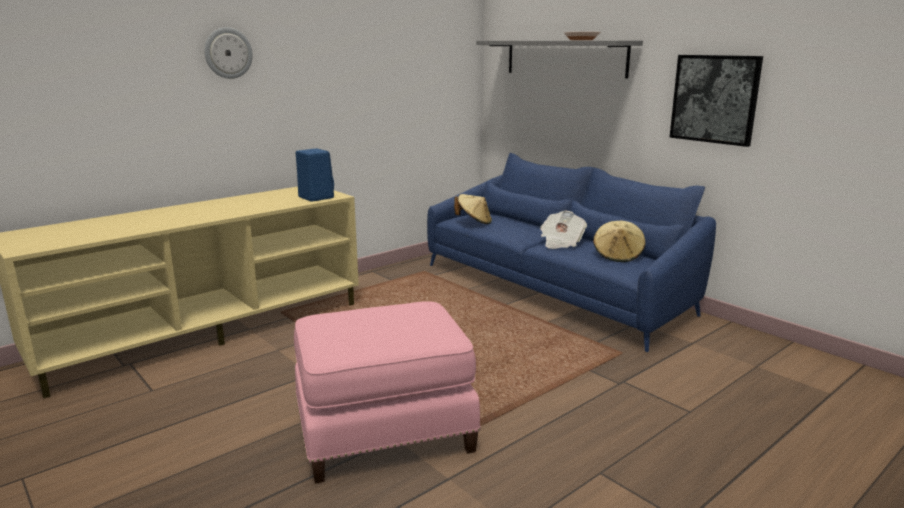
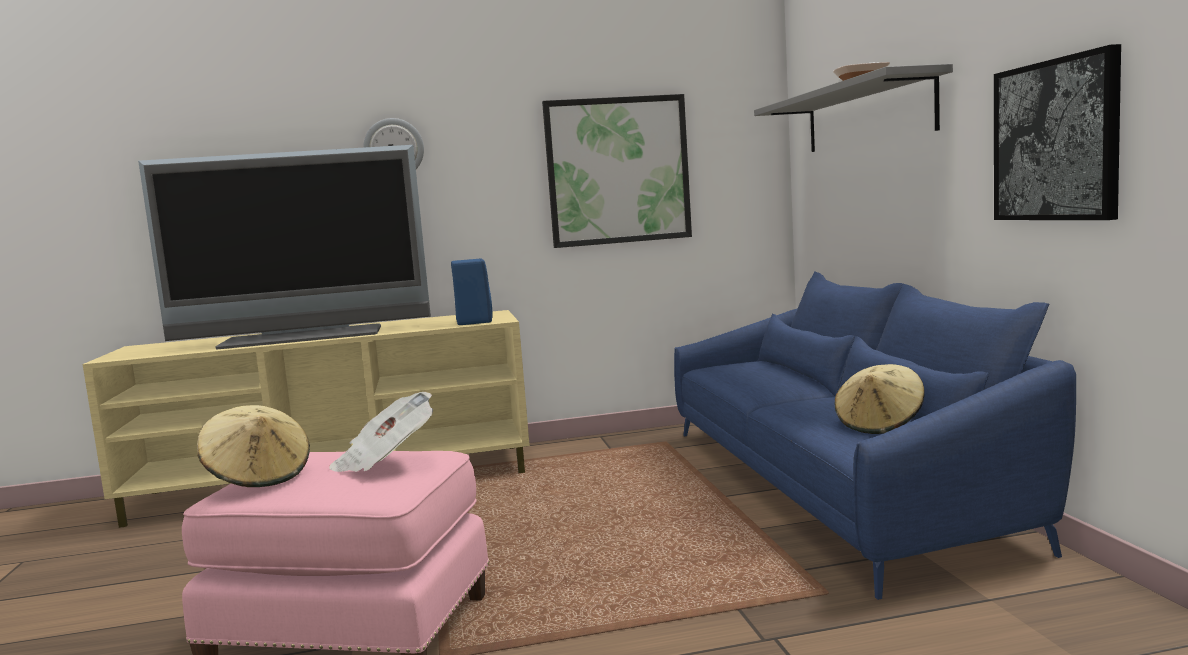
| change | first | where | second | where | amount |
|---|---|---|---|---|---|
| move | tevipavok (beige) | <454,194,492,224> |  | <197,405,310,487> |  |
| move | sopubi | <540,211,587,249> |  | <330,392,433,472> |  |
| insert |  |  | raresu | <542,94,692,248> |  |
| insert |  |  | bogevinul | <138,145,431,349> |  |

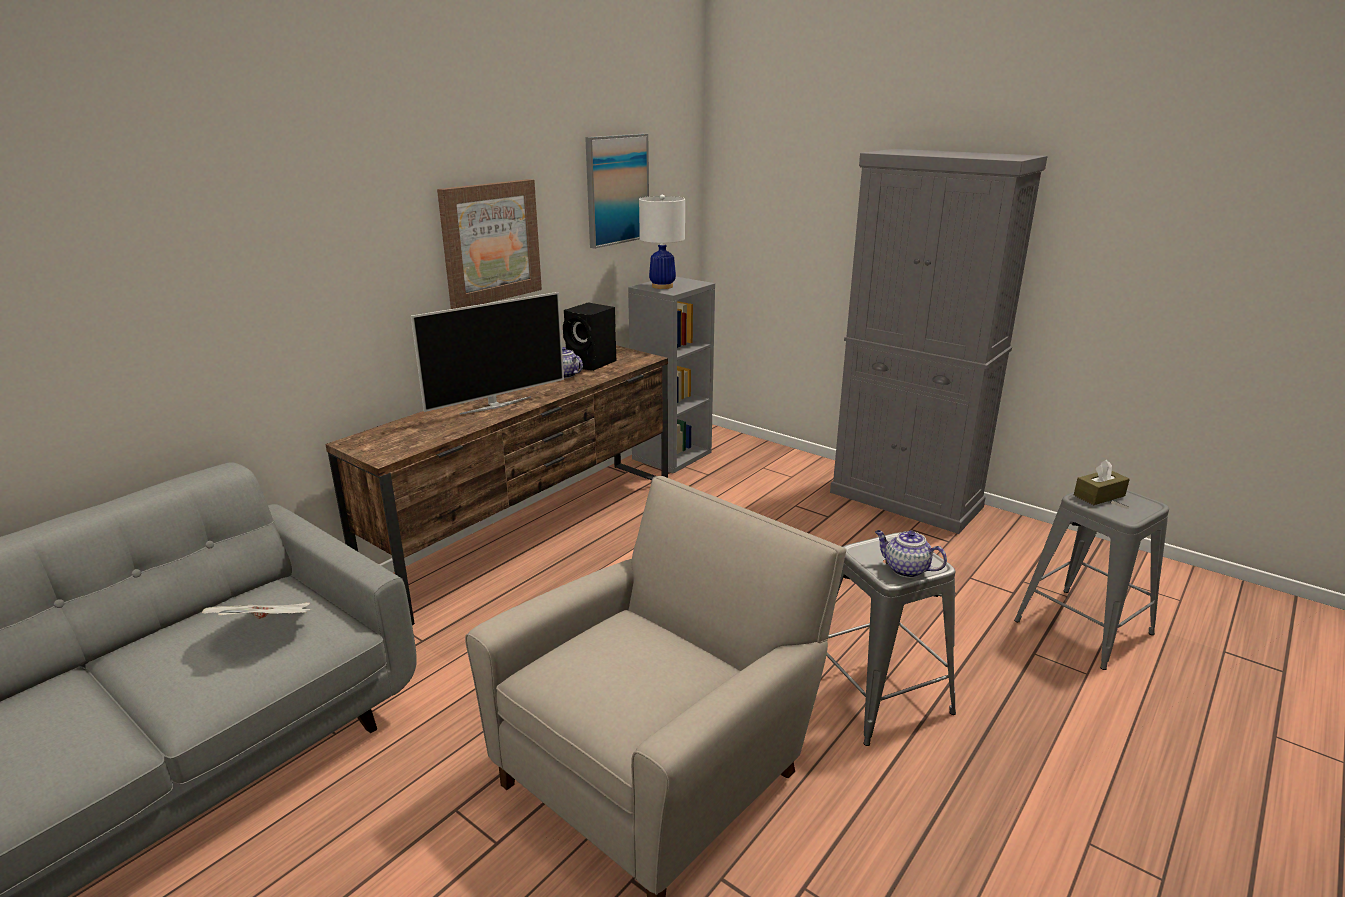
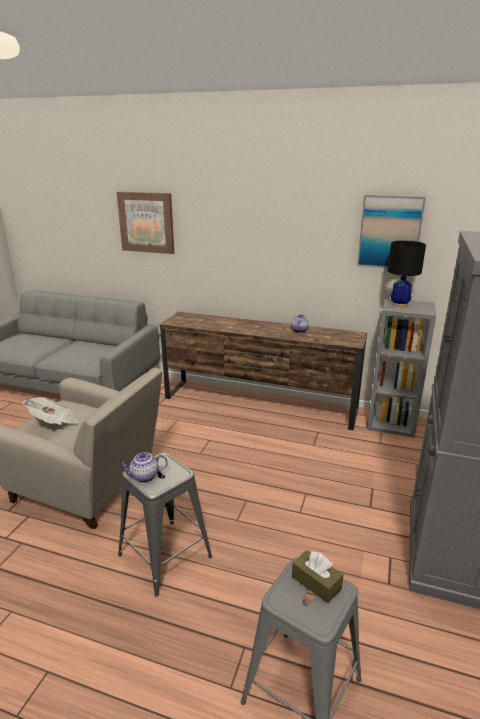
| change | first | where | second | where | amount |
|---|---|---|---|---|---|
| move | raresu | <437,179,542,309> |  | <117,192,174,254> |  |
| recolor | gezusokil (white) | <639,195,685,289> | gezusokil (black) | <388,241,426,307> |  |
| delete | bogevinul | <411,292,564,415> |  |  |  |
| delete | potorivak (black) | <563,302,616,371> |  |  |  |
| rotate | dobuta | <875,530,947,578> |  | <119,452,168,483> | 120 degrees counterclockwise |
| move | sopubi | <202,603,311,619> |  | <23,397,78,425> |  |

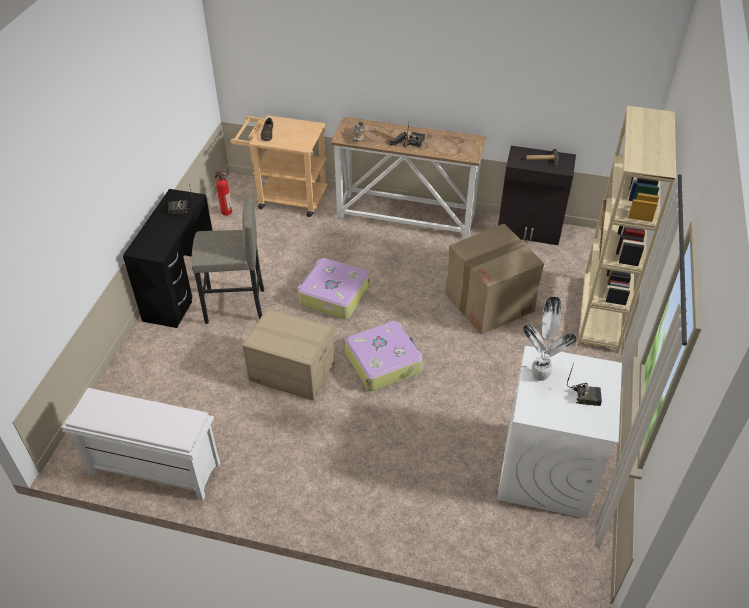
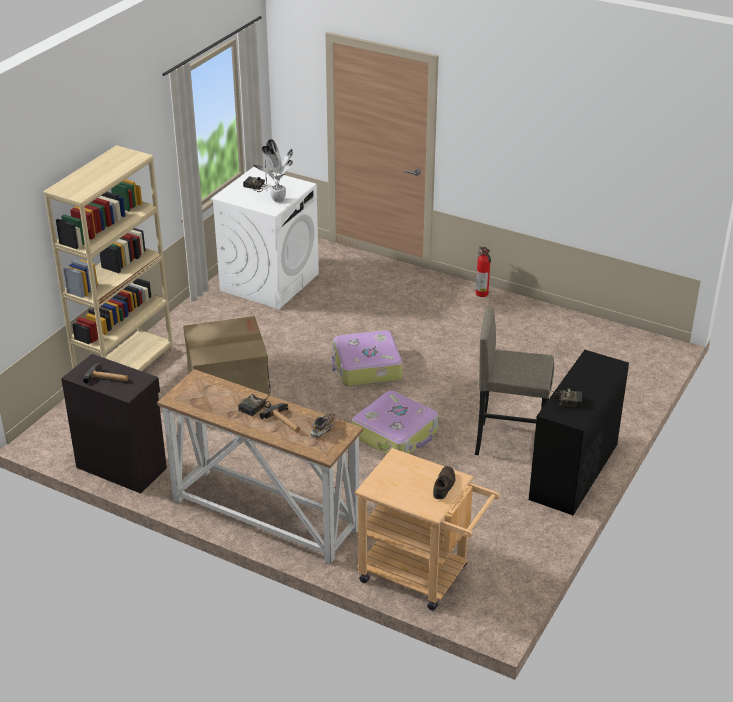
| change | first | where | second | where | amount |
|---|---|---|---|---|---|
| move | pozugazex | <215,170,232,216> |  | <476,247,491,297> |  |
| delete | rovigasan | <242,308,335,401> |  |  |  |
| delete | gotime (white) | <61,388,220,501> |  |  |  |

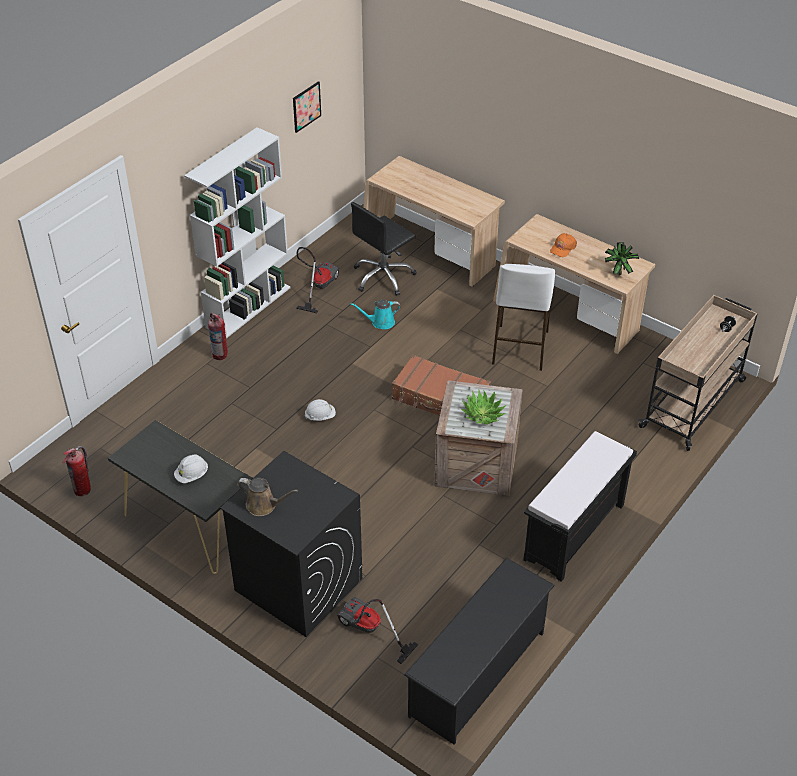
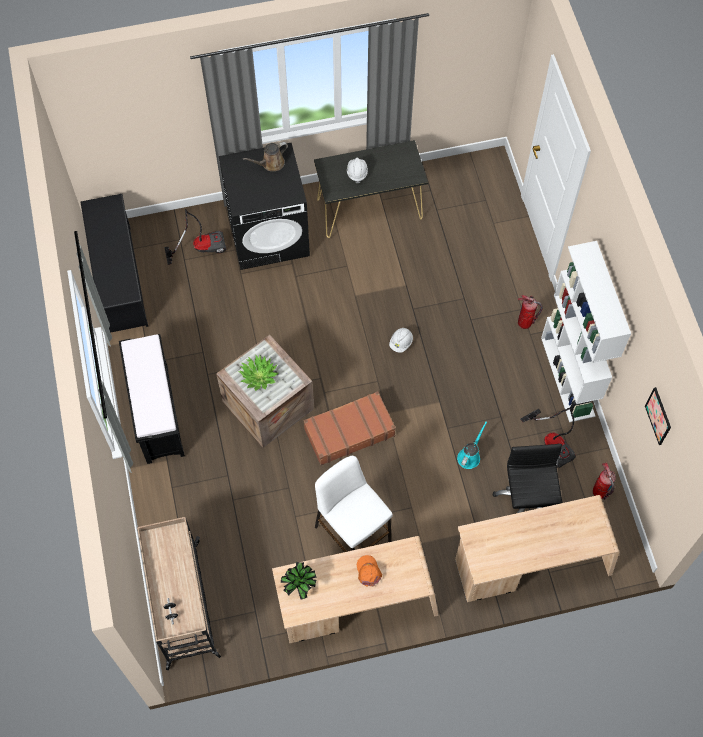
| change | first | where | second | where | amount |
|---|---|---|---|---|---|
| move | pozugazex | <63,446,91,496> |  | <593,463,616,500> |  |

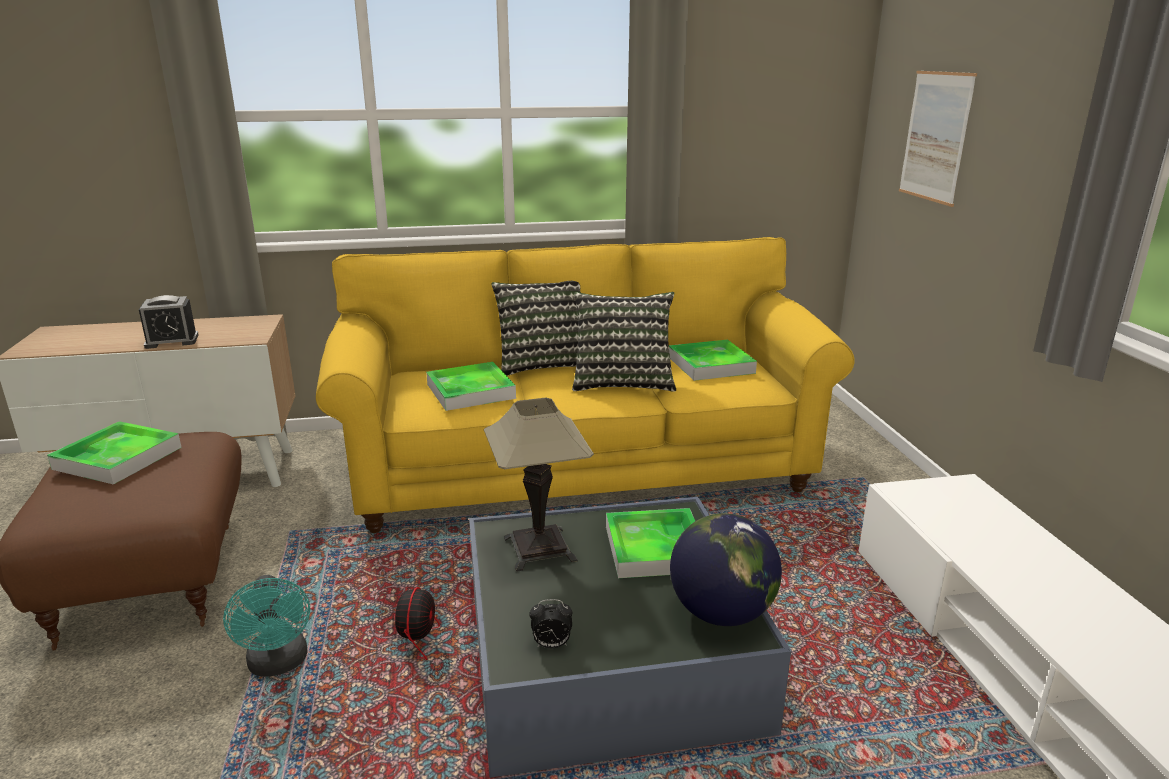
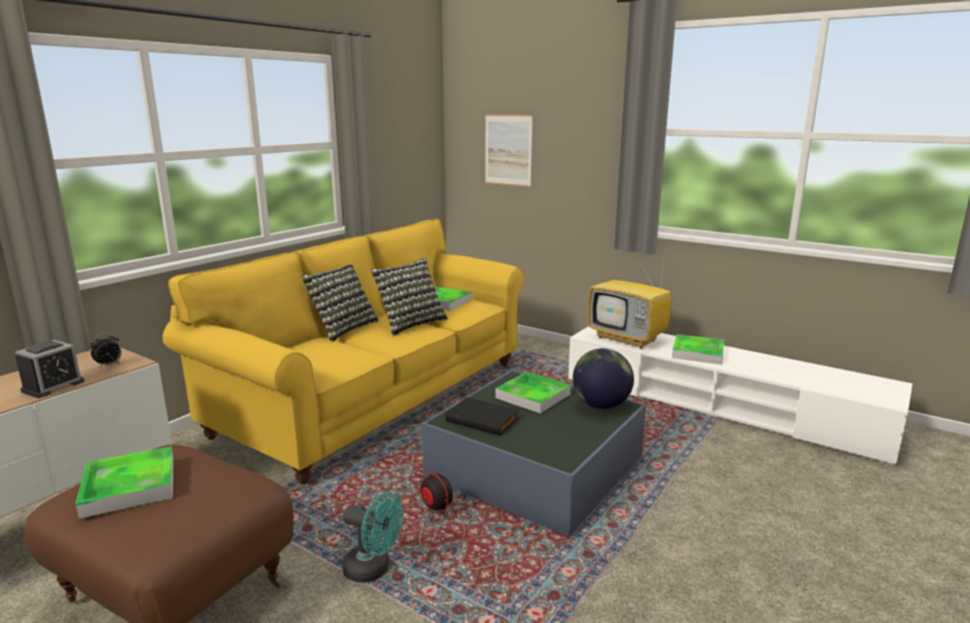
| change | first | where | second | where | amount |
|---|---|---|---|---|---|
| move | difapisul | <426,362,516,411> |  | <672,334,724,365> |  |
| replace | gezusokil | <484,398,594,572> | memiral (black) | <445,397,519,436> |  |
| move | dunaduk | <529,599,572,648> |  | <90,332,121,368> |  |
| insert |  |  | bogevinul | <588,257,671,349> |  |

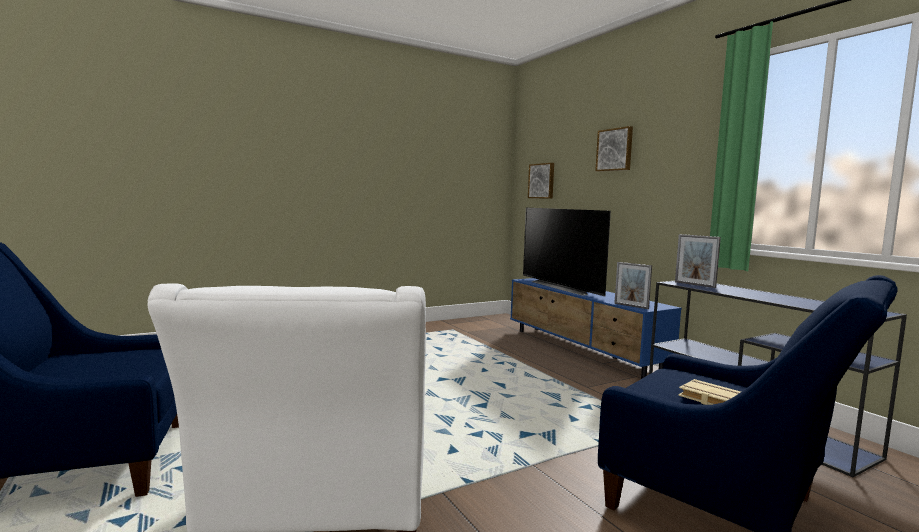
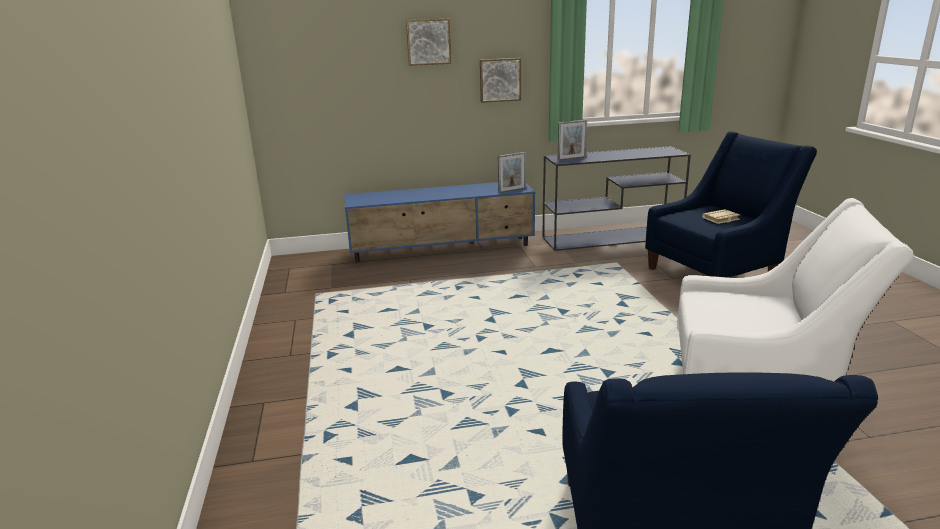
| change | first | where | second | where | amount |
|---|---|---|---|---|---|
| move | raresu | <528,163,554,199> |  | <480,58,521,103> |  |
| delete | bogevinul | <523,208,611,296> |  |  |  |

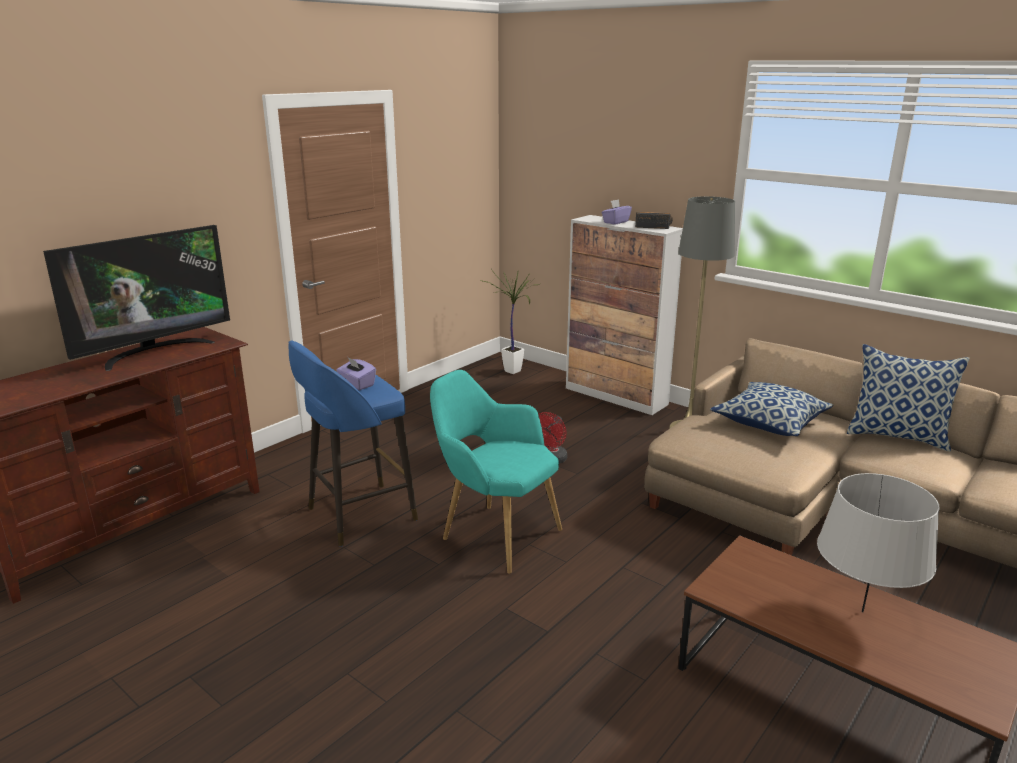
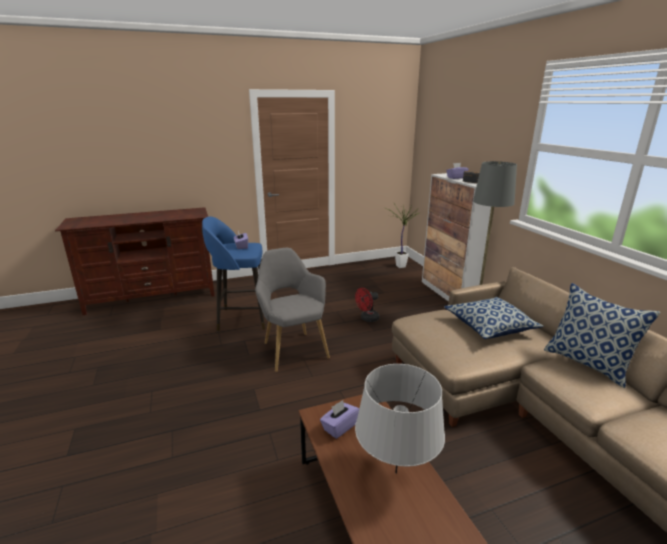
| change | first | where | second | where | amount |
|---|---|---|---|---|---|
| delete | bogevinul | <43,225,230,371> |  |  |  |
| recolor | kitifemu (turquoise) | <430,370,562,574> | kitifemu (grey) | <255,248,330,372> |  |
| insert |  |  | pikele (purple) | <320,400,359,439> |  |

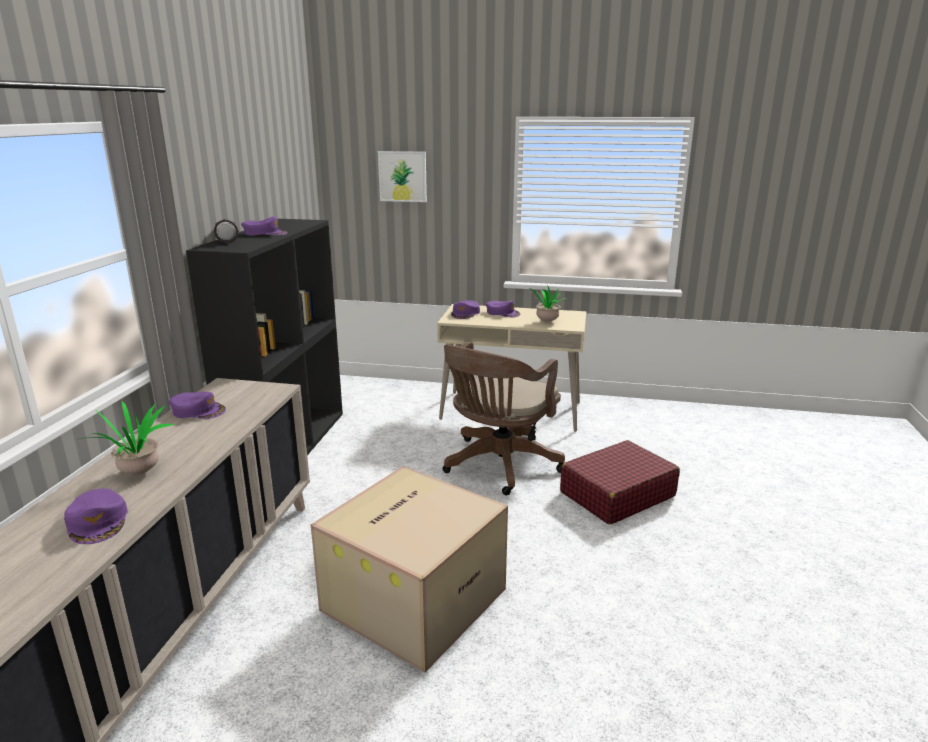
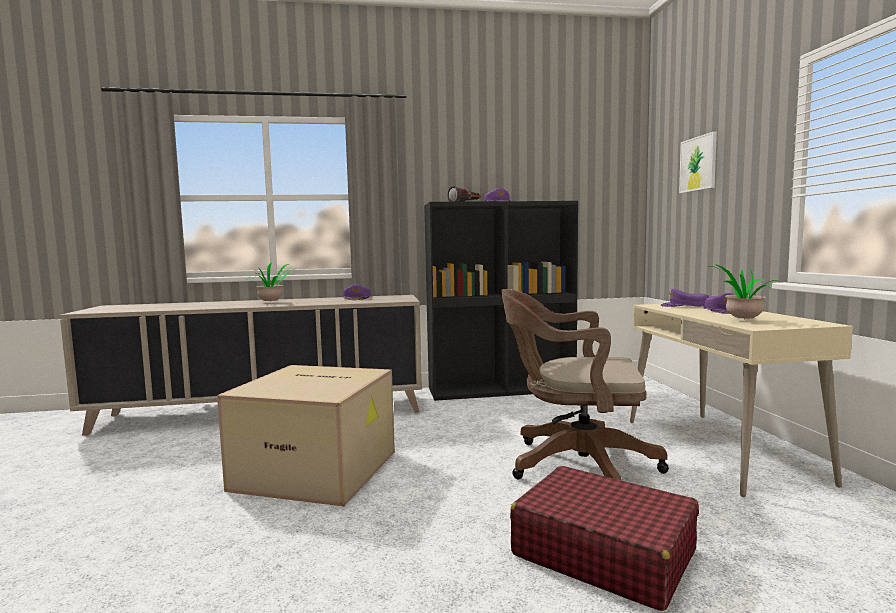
| change | first | where | second | where | amount |
|---|---|---|---|---|---|
| delete | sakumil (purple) | <64,488,128,544> |  |  |  |

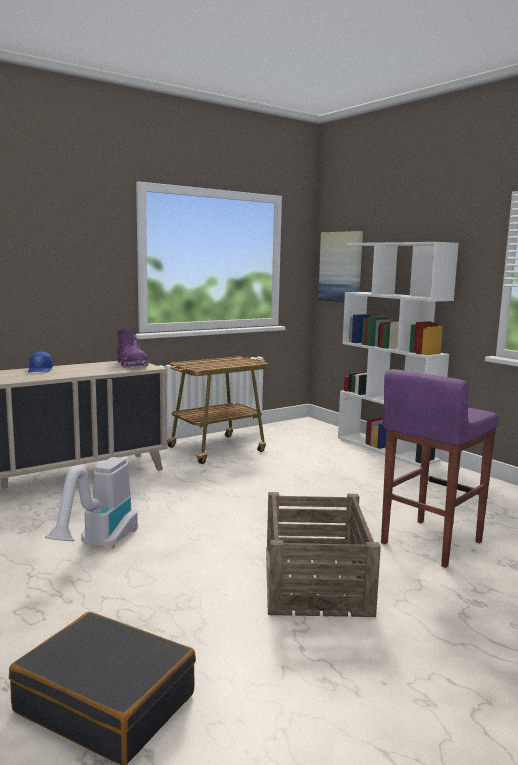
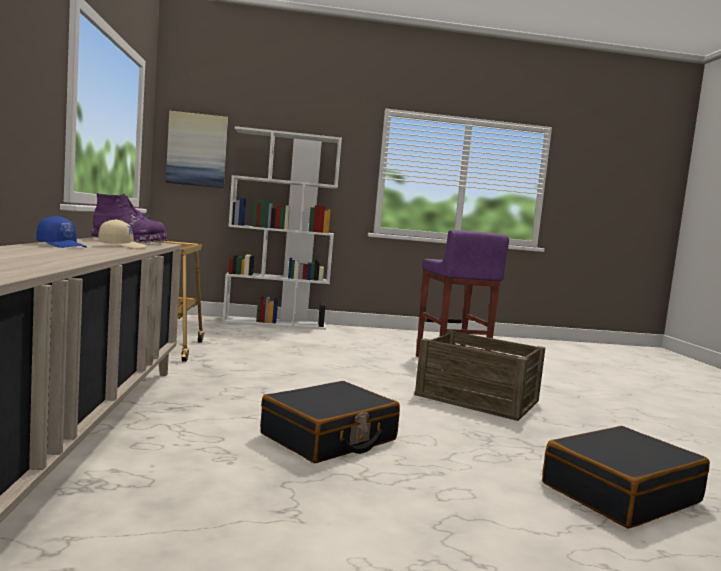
| change | first | where | second | where | amount |
|---|---|---|---|---|---|
| replace | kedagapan | <45,457,138,548> | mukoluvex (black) | <260,381,400,463> |  |
| insert |  |  | sakumil (beige) | <99,219,148,249> |  |

